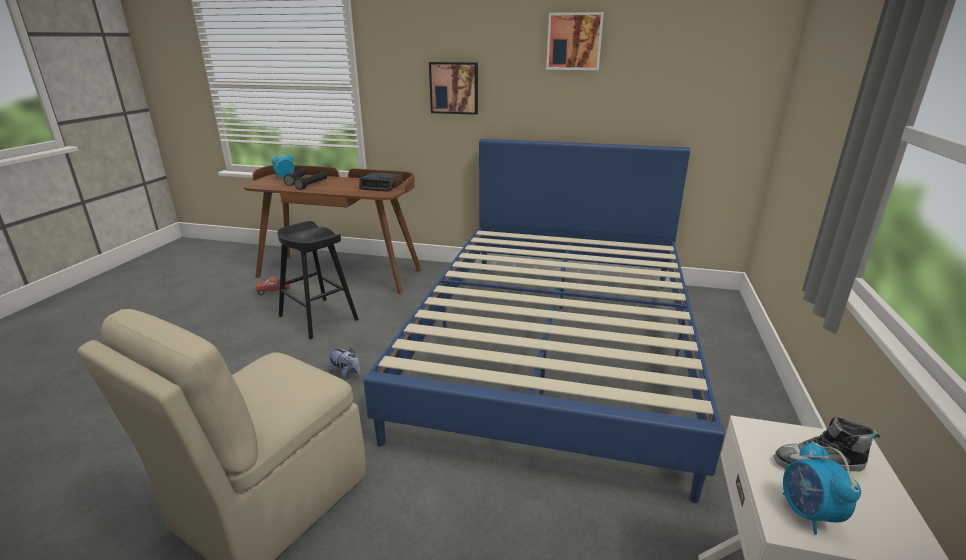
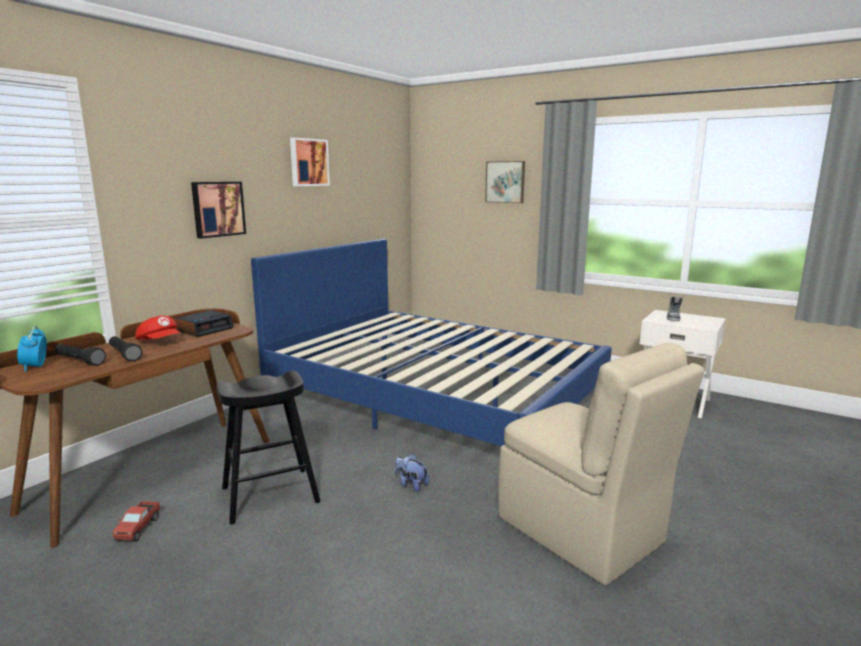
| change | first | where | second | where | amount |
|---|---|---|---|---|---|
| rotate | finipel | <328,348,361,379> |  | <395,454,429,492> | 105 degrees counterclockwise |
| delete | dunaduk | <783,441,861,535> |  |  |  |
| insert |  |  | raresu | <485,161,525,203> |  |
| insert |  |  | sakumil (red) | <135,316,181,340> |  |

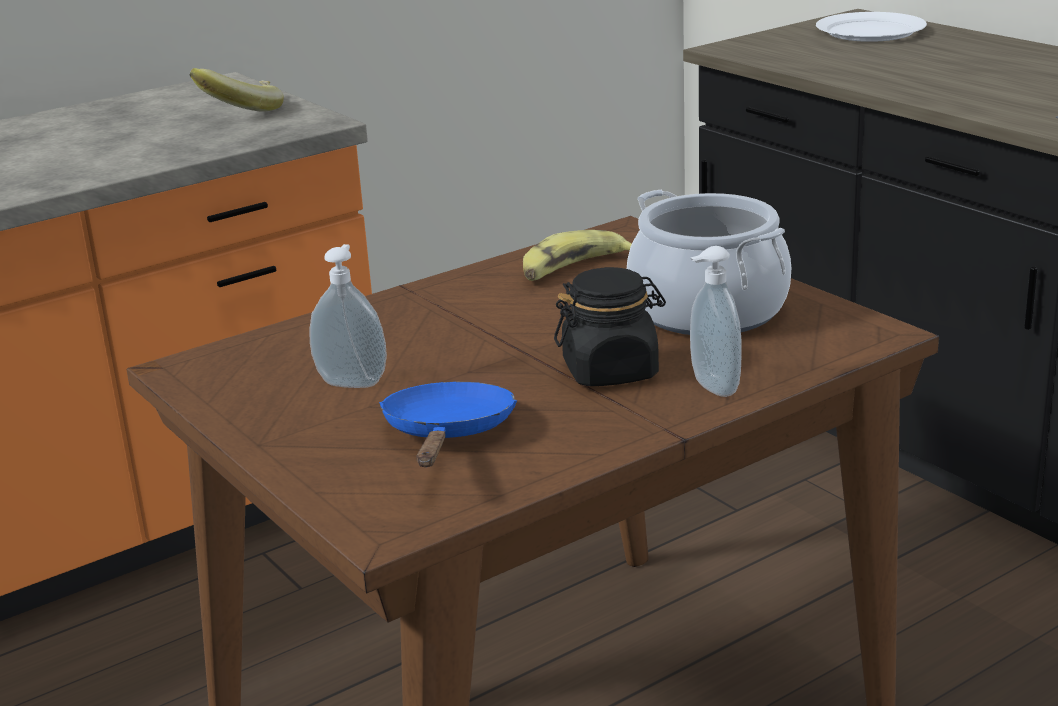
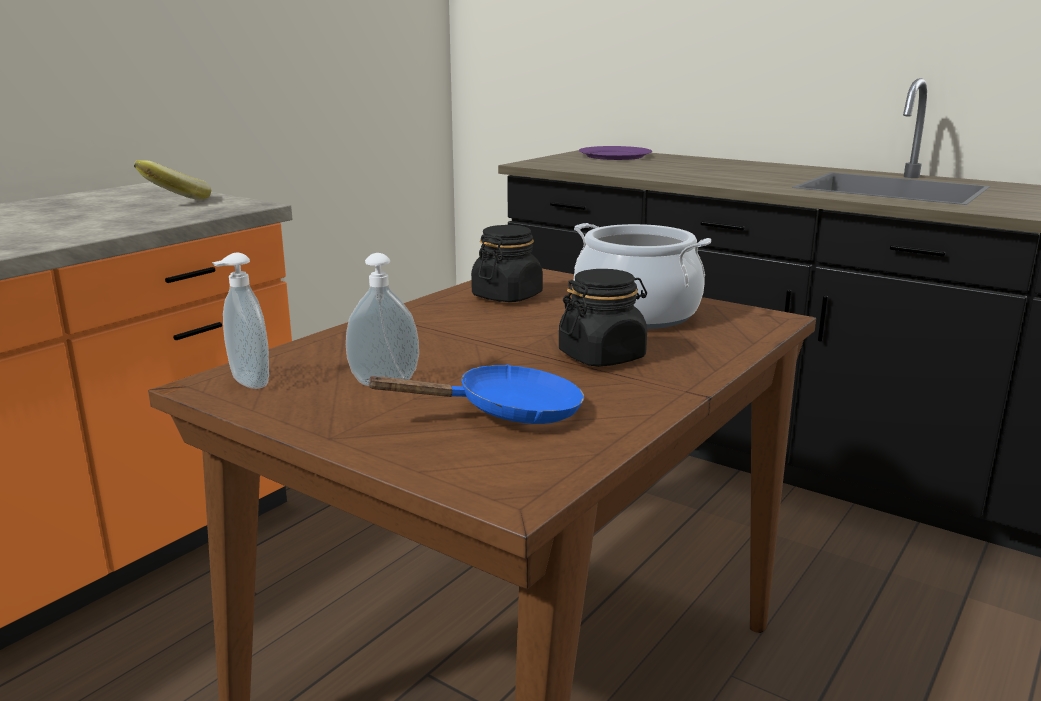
| change | first | where | second | where | amount |
|---|---|---|---|---|---|
| recolor | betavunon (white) | <816,12,927,42> | betavunon (purple) | <579,146,652,160> |  |
| replace | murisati | <523,230,632,281> | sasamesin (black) | <471,225,543,302> |  |
| move | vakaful | <690,246,742,397> |  | <212,253,269,389> |  |
| rotate | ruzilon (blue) | <379,382,517,467> |  | <365,365,584,424> | 90 degrees clockwise |

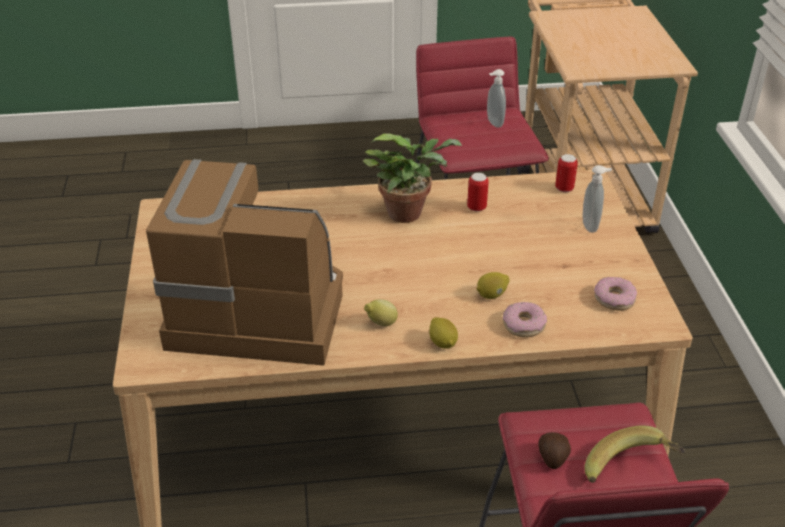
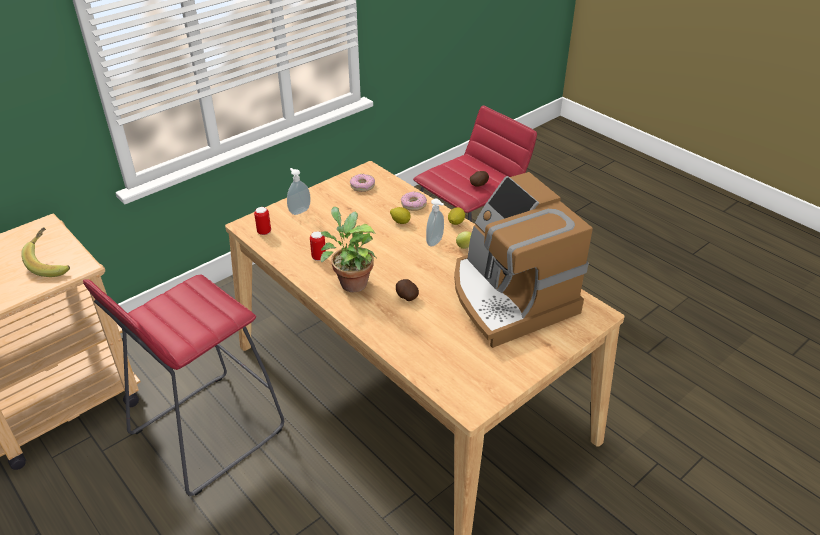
| change | first | where | second | where | amount |
|---|---|---|---|---|---|
| move | vakaful | <487,69,506,128> |  | <426,199,444,246> |  |
| move | murisati | <584,426,686,483> |  | <21,227,70,277> |  |
| insert |  |  | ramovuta | <396,279,419,301> |  |

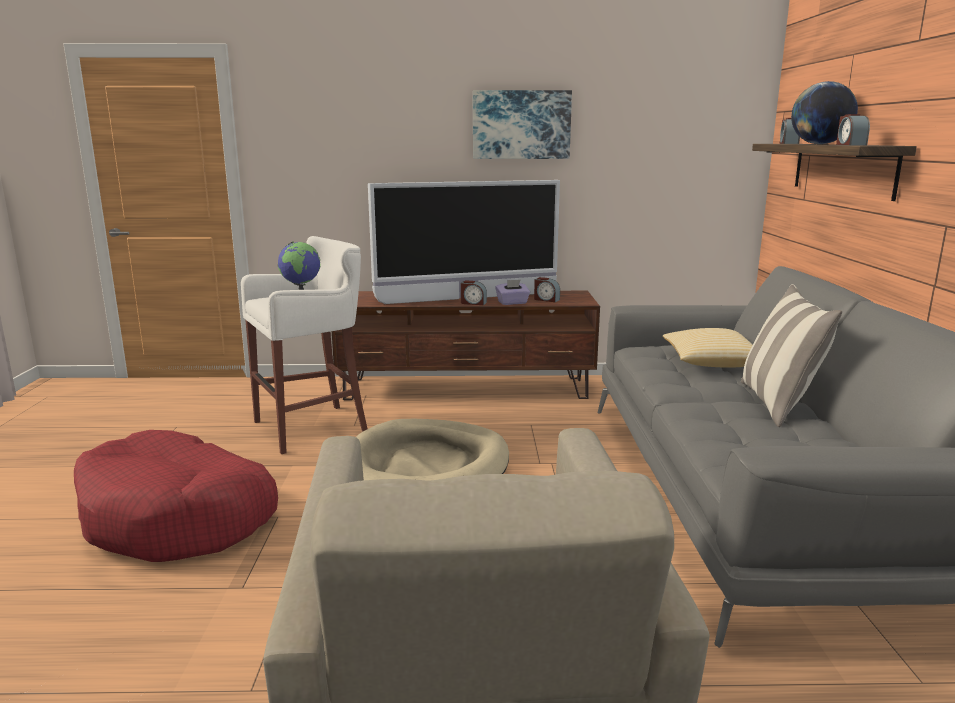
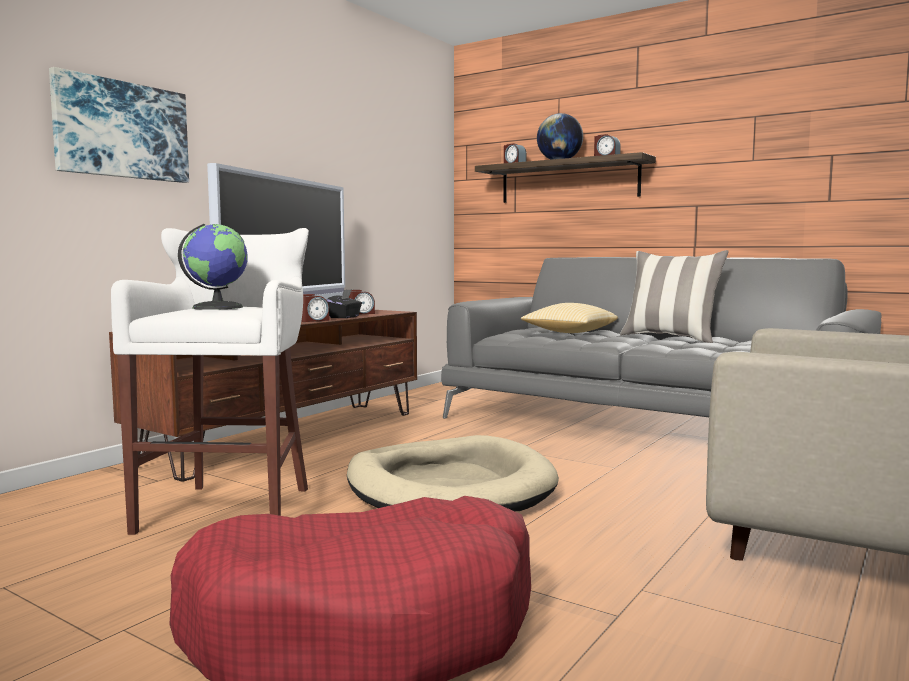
| change | first | where | second | where | amount |
|---|---|---|---|---|---|
| move | raresu | <473,90,572,159> |  | <49,67,189,183> |  |
| recolor | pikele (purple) | <495,279,530,305> | pikele (black) | <327,289,362,318> |  |

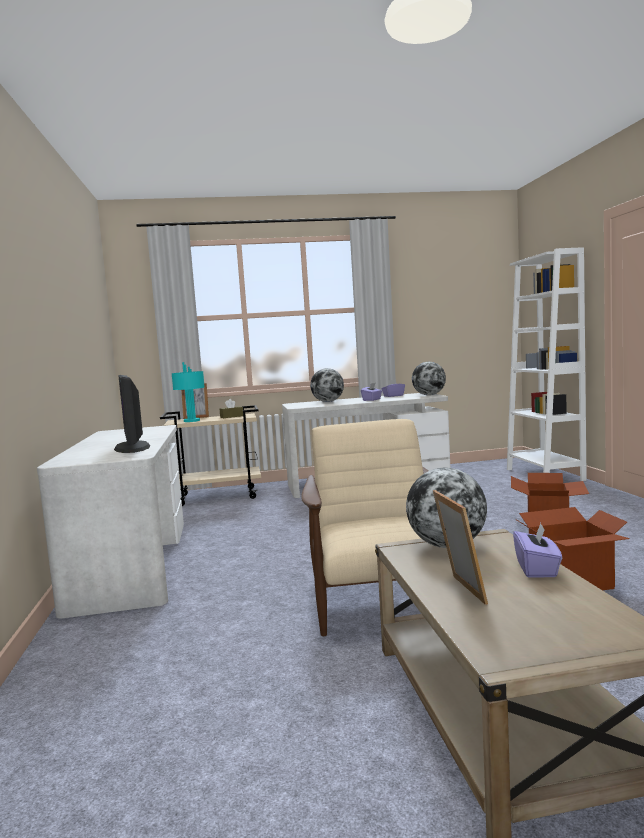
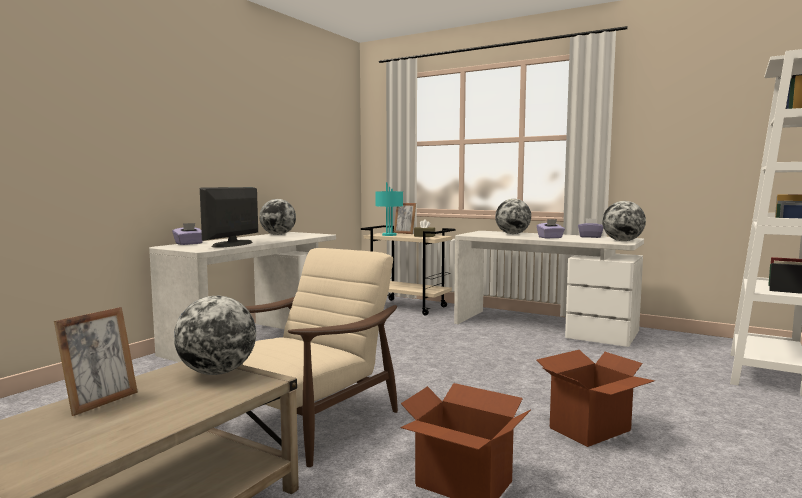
| change | first | where | second | where | amount |
|---|---|---|---|---|---|
| move | pikele (purple) | <513,523,562,578> |  | <172,223,203,245> |  |
| insert |  |  | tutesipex | <259,199,296,235> |  |

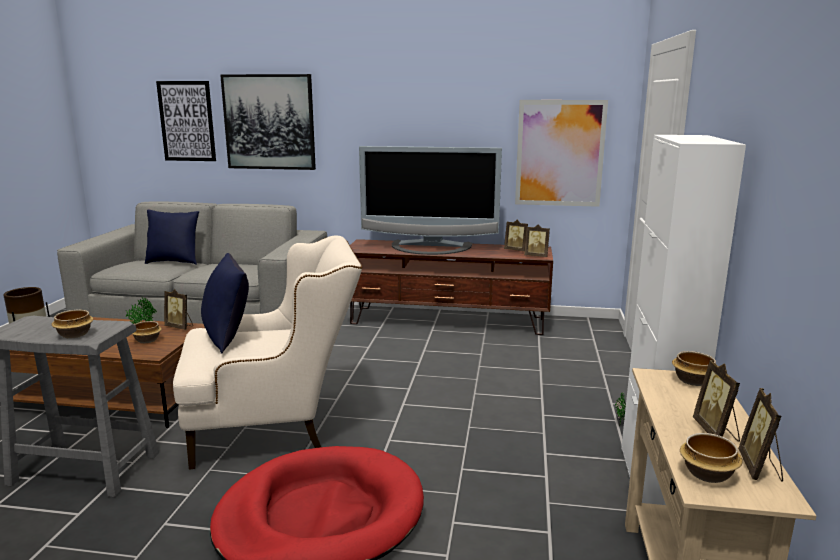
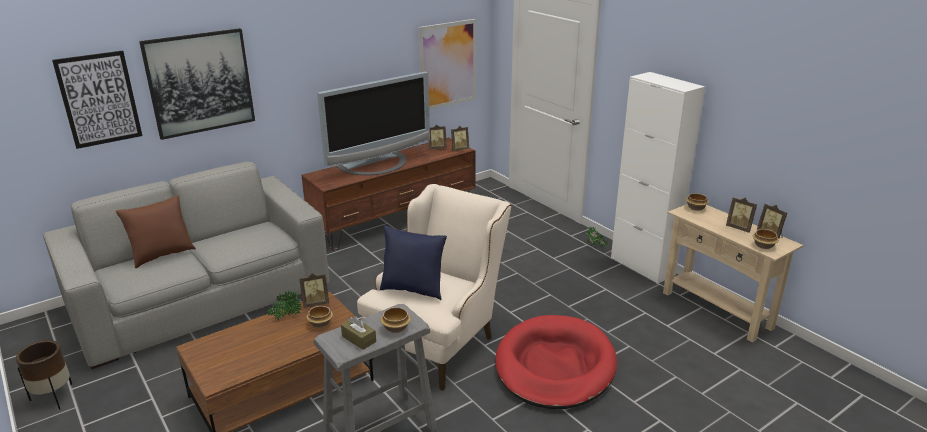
| change | first | where | second | where | amount |
|---|---|---|---|---|---|
| recolor | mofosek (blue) | <145,210,199,265> | mofosek (brown) | <116,195,196,268> |  |
| insert |  |  | pikele (brown) | <341,316,376,350> |  |

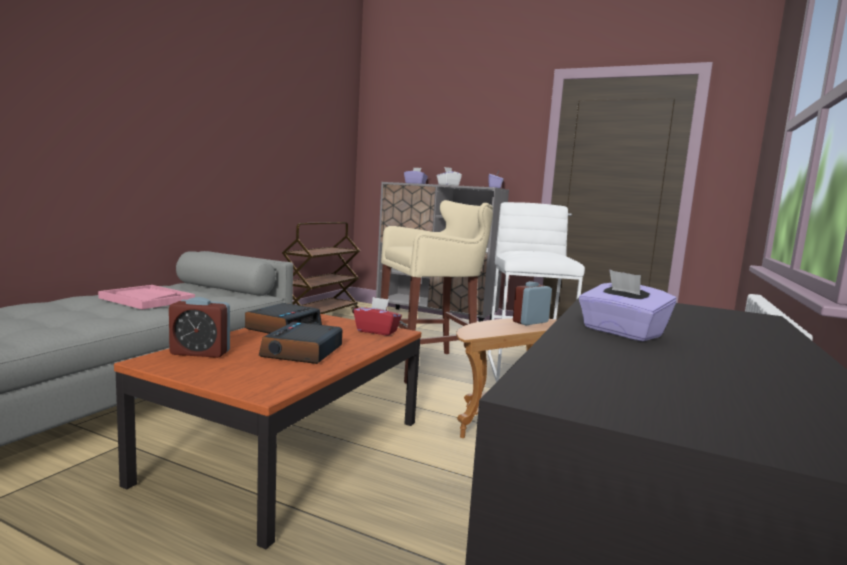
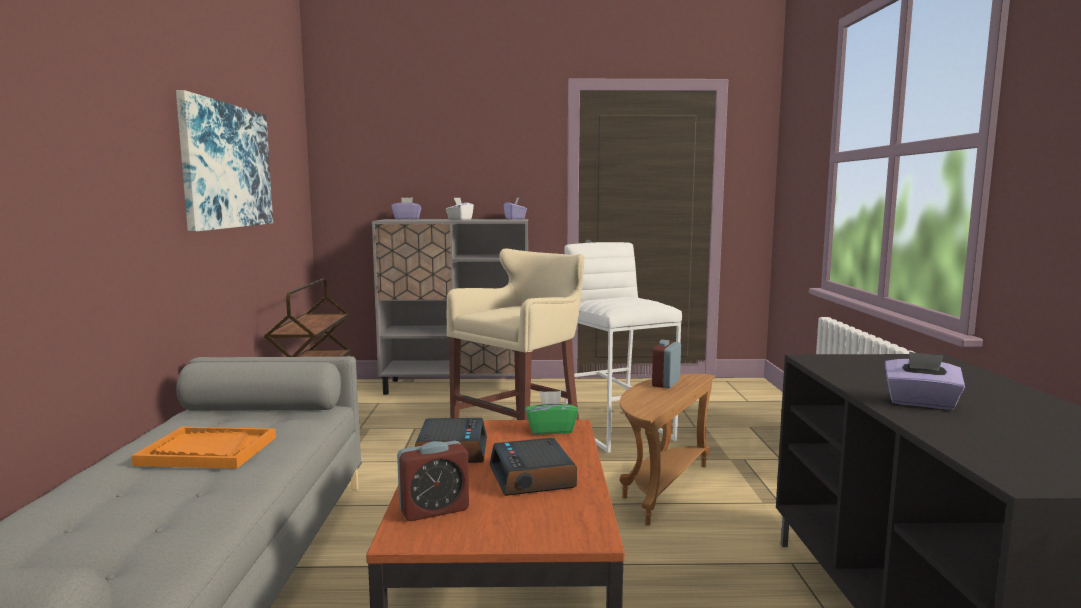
| change | first | where | second | where | amount |
|---|---|---|---|---|---|
| recolor | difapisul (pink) | <98,285,195,310> | difapisul (orange) | <131,426,276,469> |  |
| recolor | pikele (red) | <354,297,402,336> | pikele (green) | <525,391,578,435> |  |
| insert |  |  | raresu | <176,90,273,231> |  |

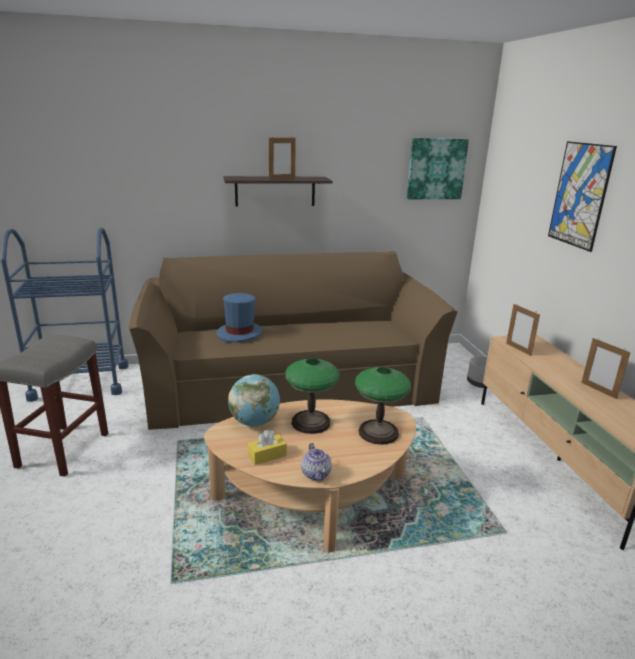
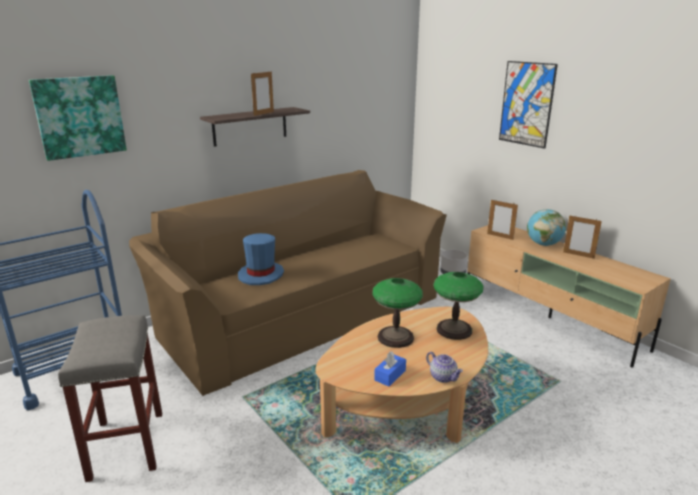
| change | first | where | second | where | amount |
|---|---|---|---|---|---|
| move | raresu | <407,138,469,199> |  | <29,75,127,161> |  |
| move | tutesipex | <228,374,280,426> |  | <527,209,566,246> |  |
| recolor | pikele (yellow) | <248,430,287,465> | pikele (blue) | <374,351,406,387> |  |

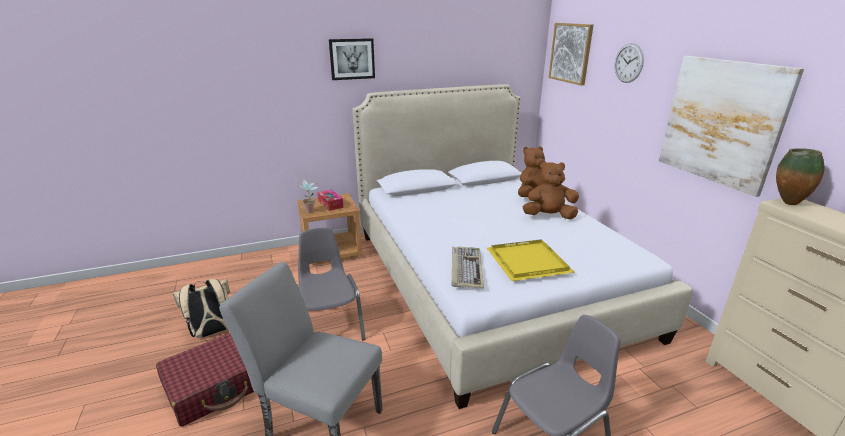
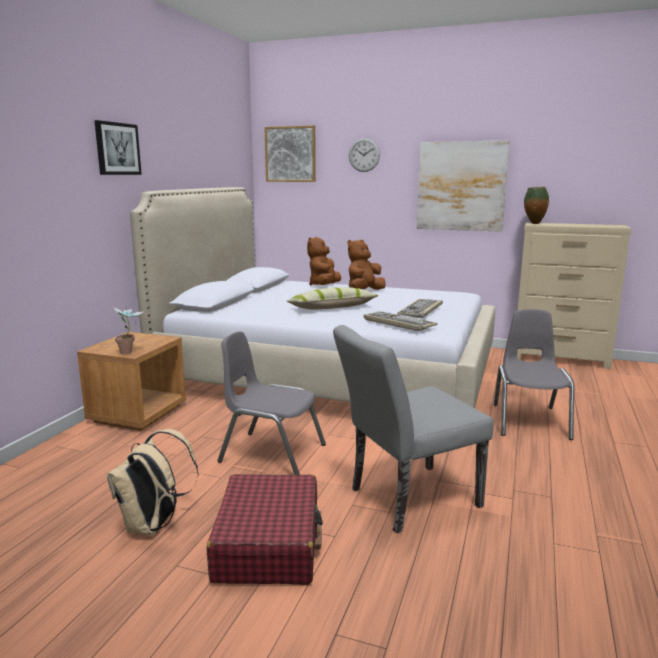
| change | first | where | second | where | amount |
|---|---|---|---|---|---|
| delete | pikele | <317,190,344,211> |  |  |  |
| replace | difapisul (yellow) | <487,239,574,281> | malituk | <397,299,443,318> |  |
| insert |  |  | mofosek | <287,287,378,309> |  |

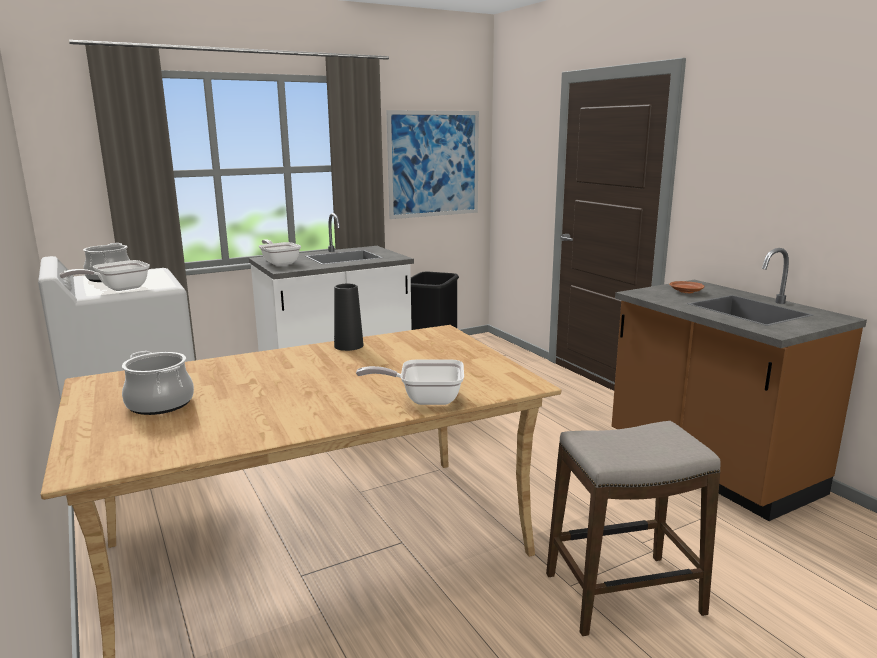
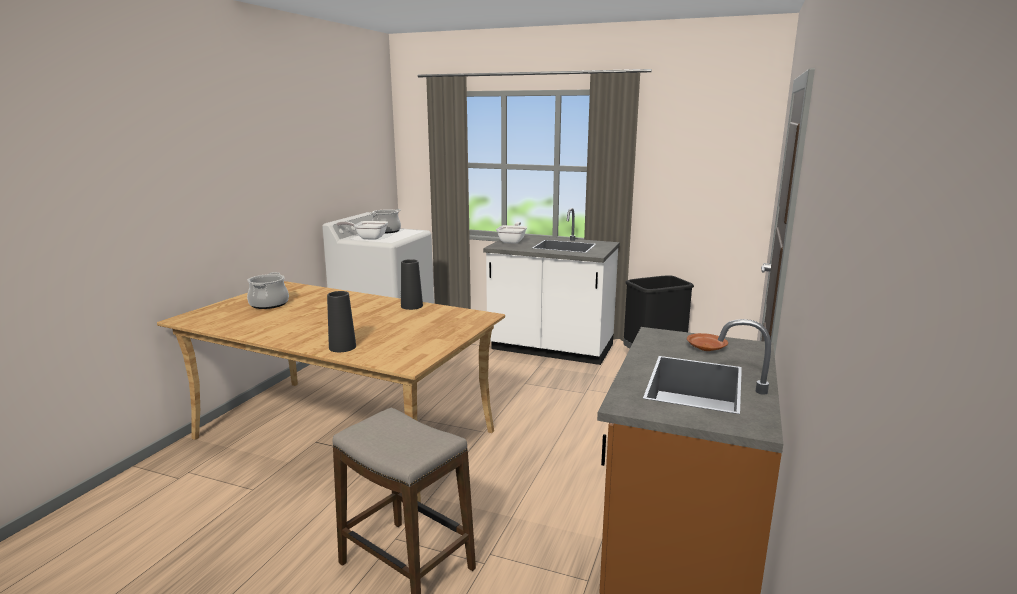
| change | first | where | second | where | amount |
|---|---|---|---|---|---|
| delete | raresu | <386,110,479,219> |  |  |  |
| replace | ruzilon | <356,359,464,405> | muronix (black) | <327,291,356,352> |  |

